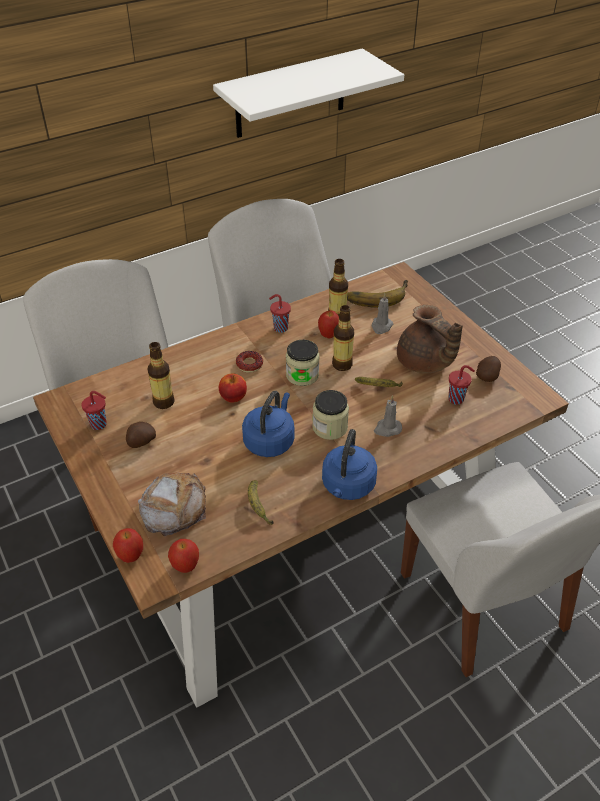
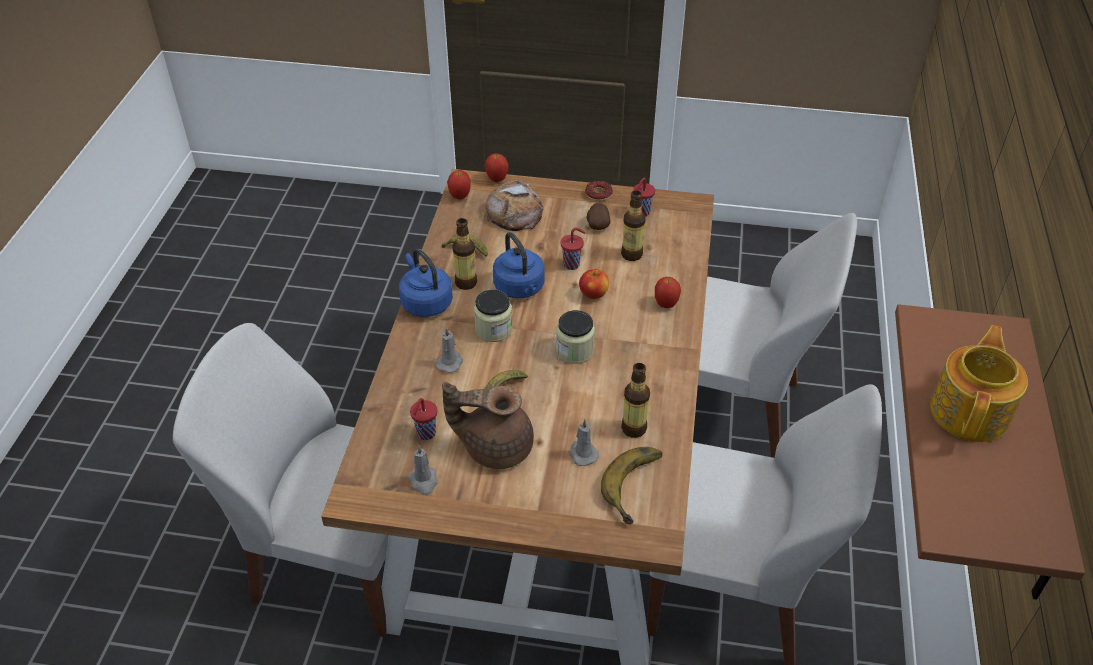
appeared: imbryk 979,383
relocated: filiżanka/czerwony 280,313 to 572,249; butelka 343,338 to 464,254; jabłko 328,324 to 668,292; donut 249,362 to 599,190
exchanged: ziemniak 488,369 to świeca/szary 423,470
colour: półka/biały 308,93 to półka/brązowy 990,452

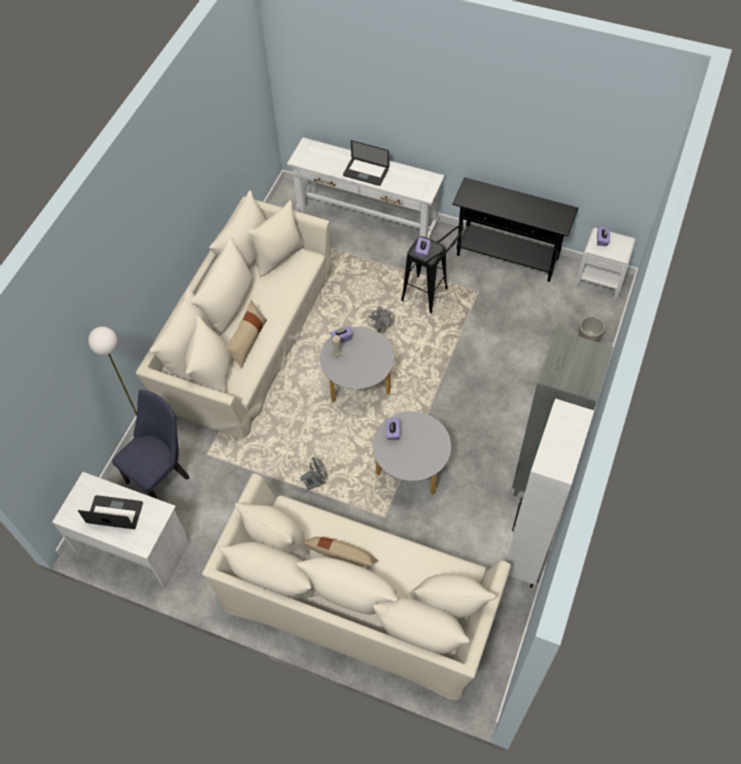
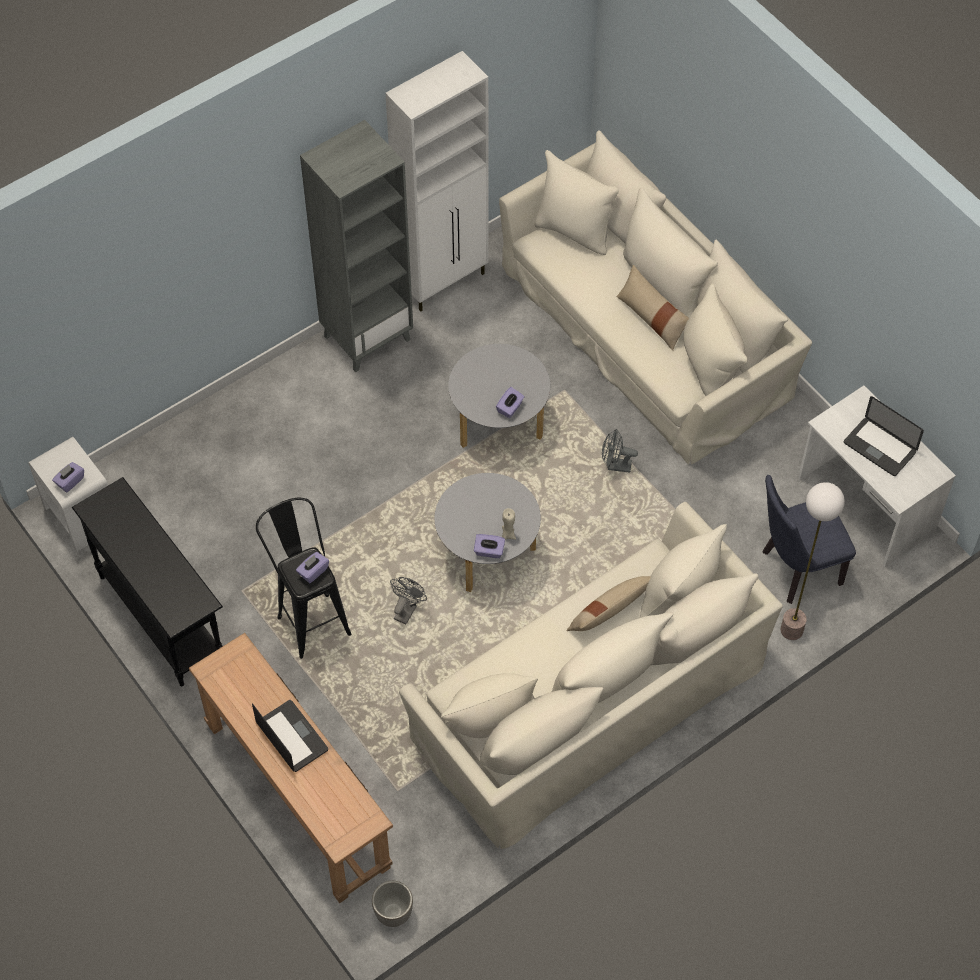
relocated: donica 591,329 to 392,904
colour: stolik konsolowy/biały 366,188 to stolik konsolowy/brązowy 291,768

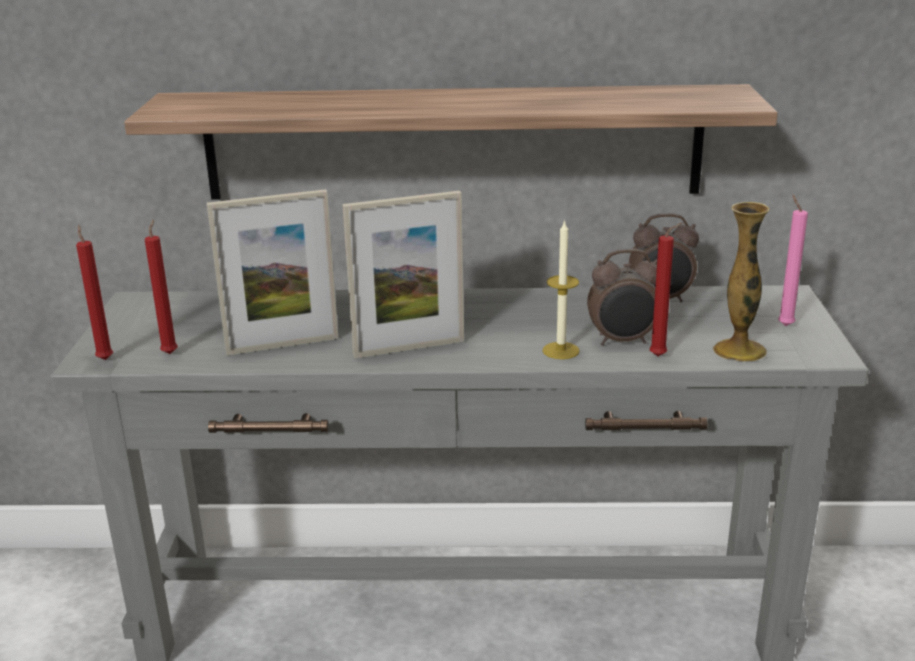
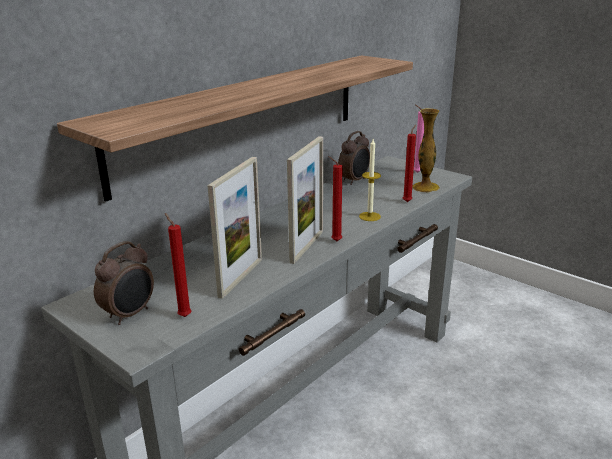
relocated: świeca/czerwony 94,292 to 335,198; budzik 622,297 to 124,283

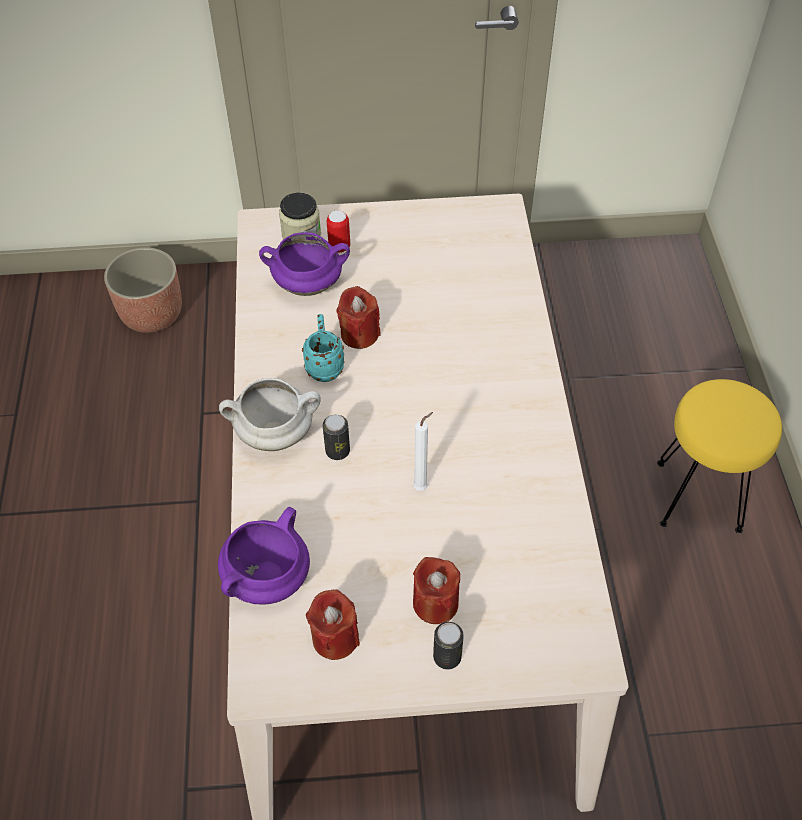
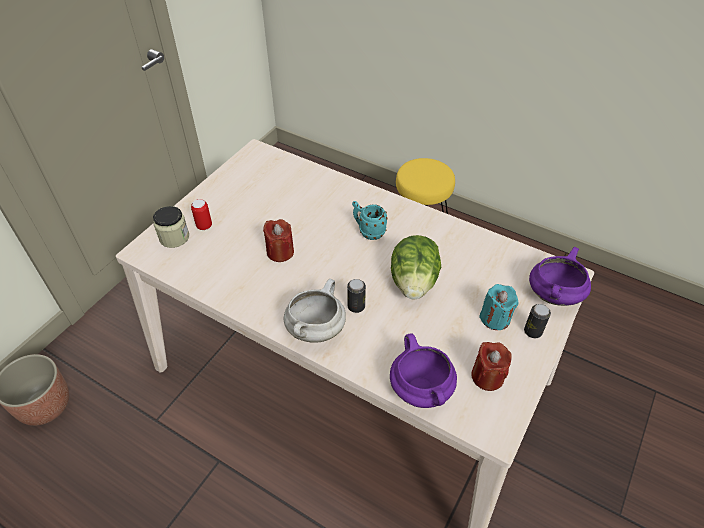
relocated: garnek/fioletowy 304,264 to 560,276; kubek/turkusowy 323,348 to 370,220
exchanged: świeca/biały 423,451 to sałata 416,267
colour: świeca/czerwony 436,590 to świeca/turkusowy 498,307

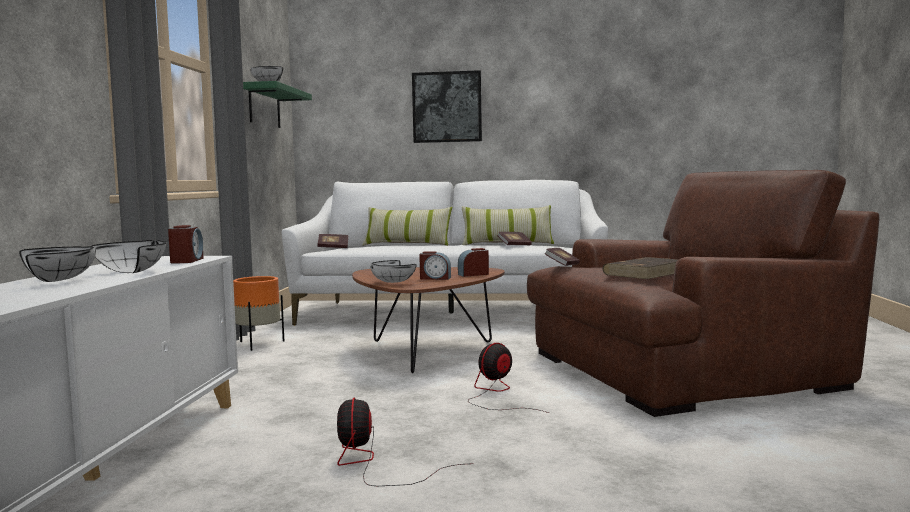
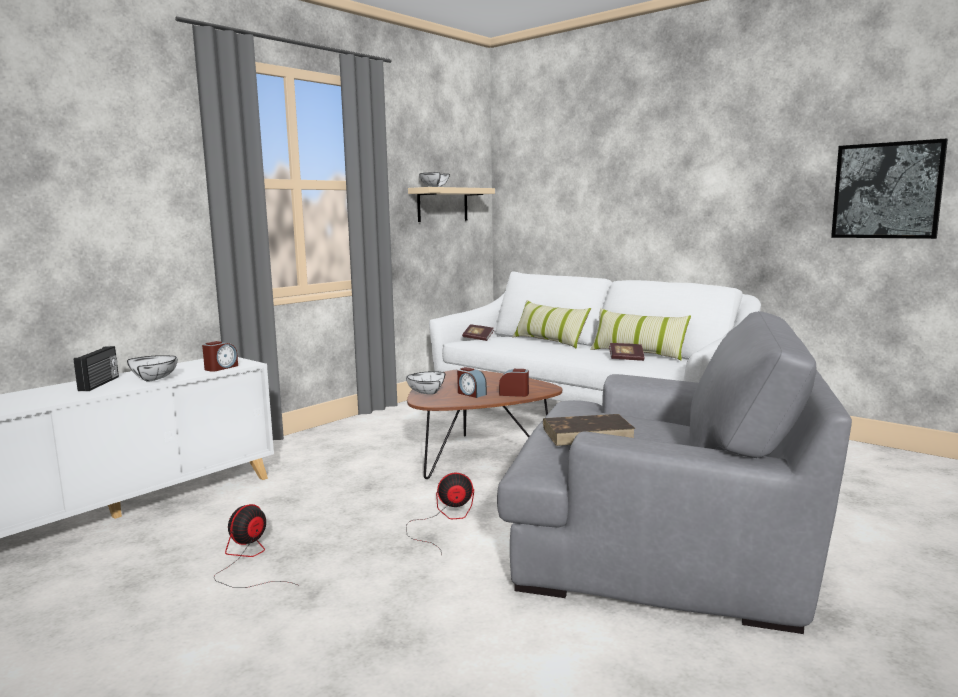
missing: książka 562,257; donica/pomarańczowy 258,313
relocated: obraz 447,106 to 889,188
exchanged: miska/biały 57,264 to radio 96,368
colour: półka/zielony 277,104 to półka/beżowy 451,204; fotel/brązowy 703,293 to fotel/szary 674,472

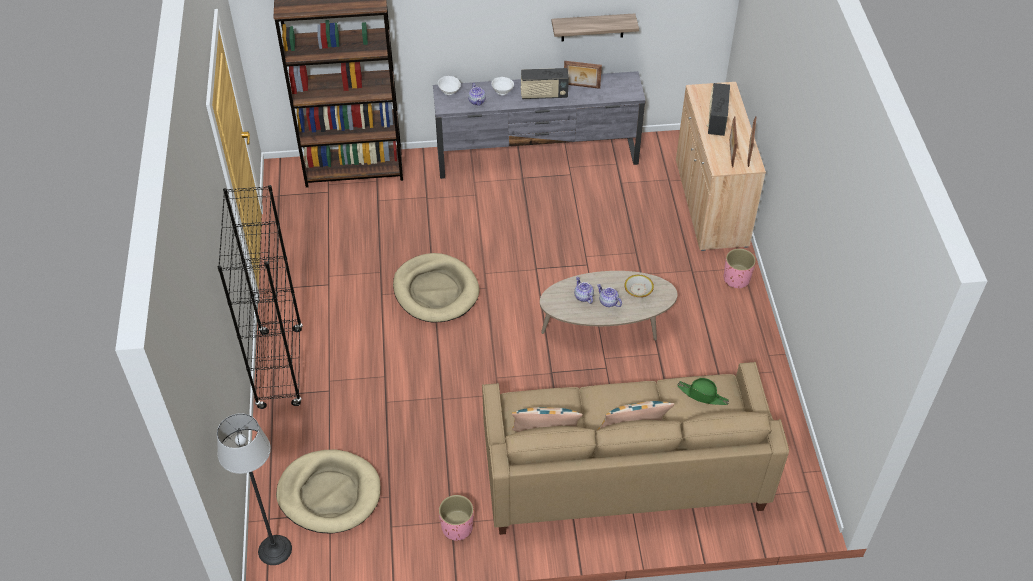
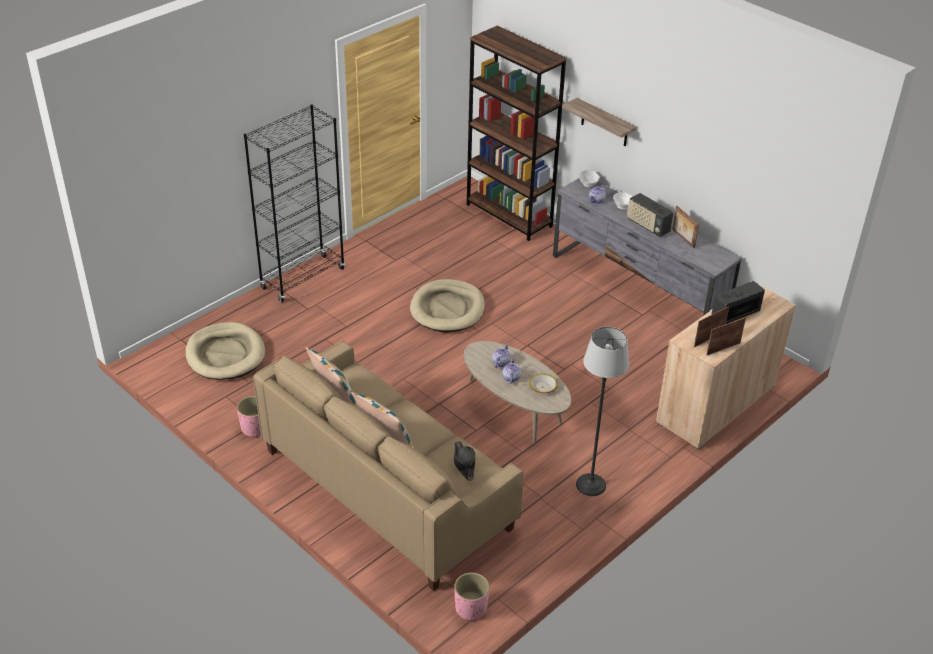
relocated: półka 595,27 to 599,122; donica/różowy 740,268 to 471,597; lampa stojąca 254,489 to 602,411
colour: kapelusz/zielony 703,391 to kapelusz/czarny 464,461

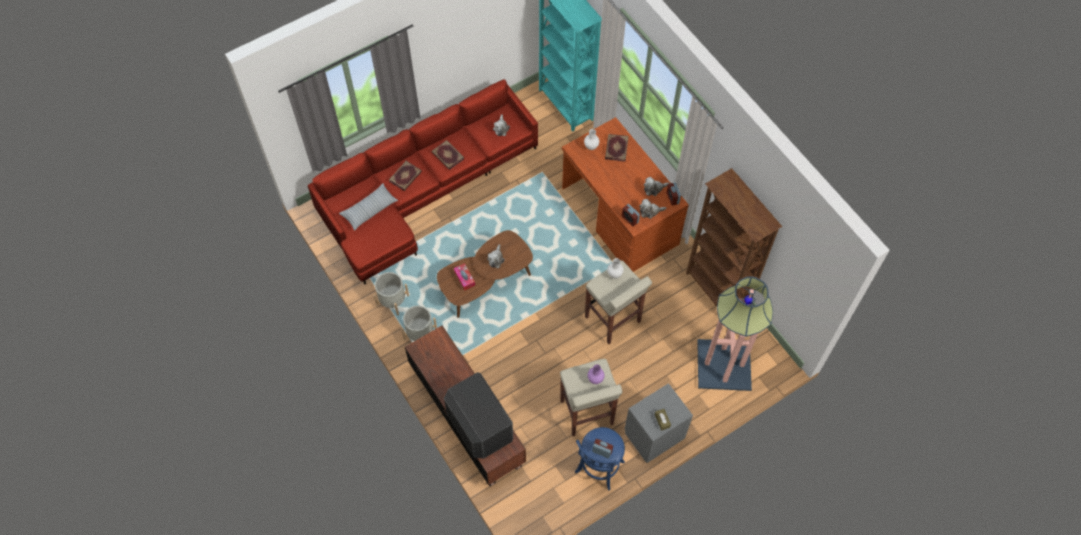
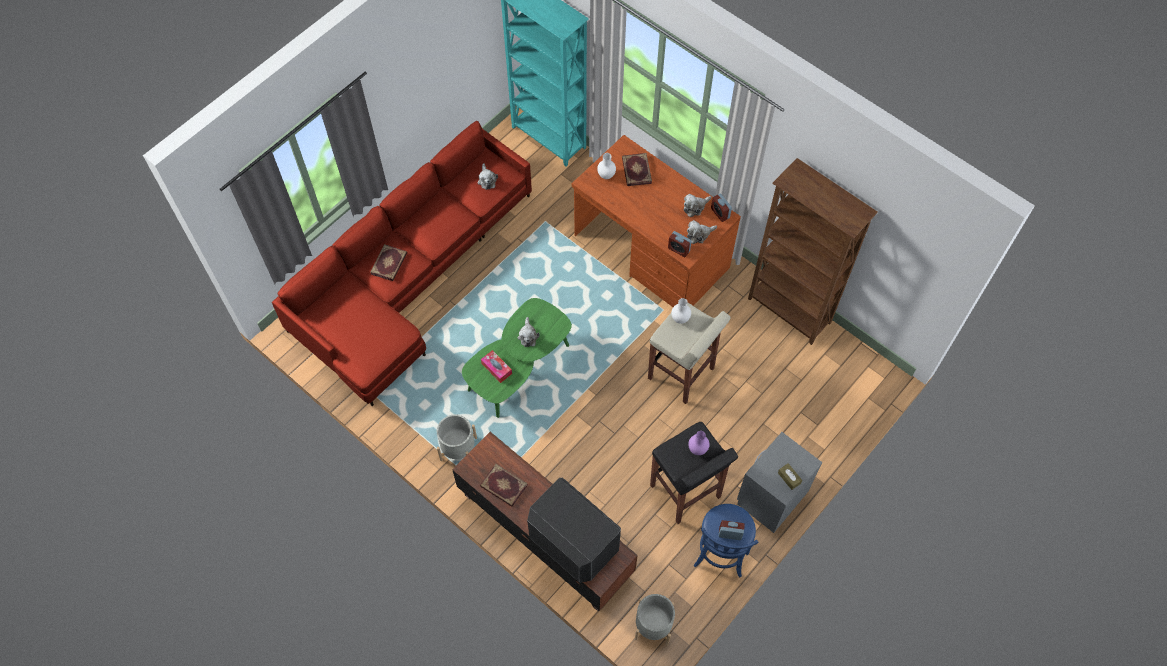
missing: poduszka 368,207; lampa stojąca 735,333
relocated: książka 447,155 to 504,485; donica/szary 391,293 to 655,619
colour: ława/brązowy 485,274 to ława/zielony 517,358; stołek/beżowy 591,397 to stołek/czarny 694,473

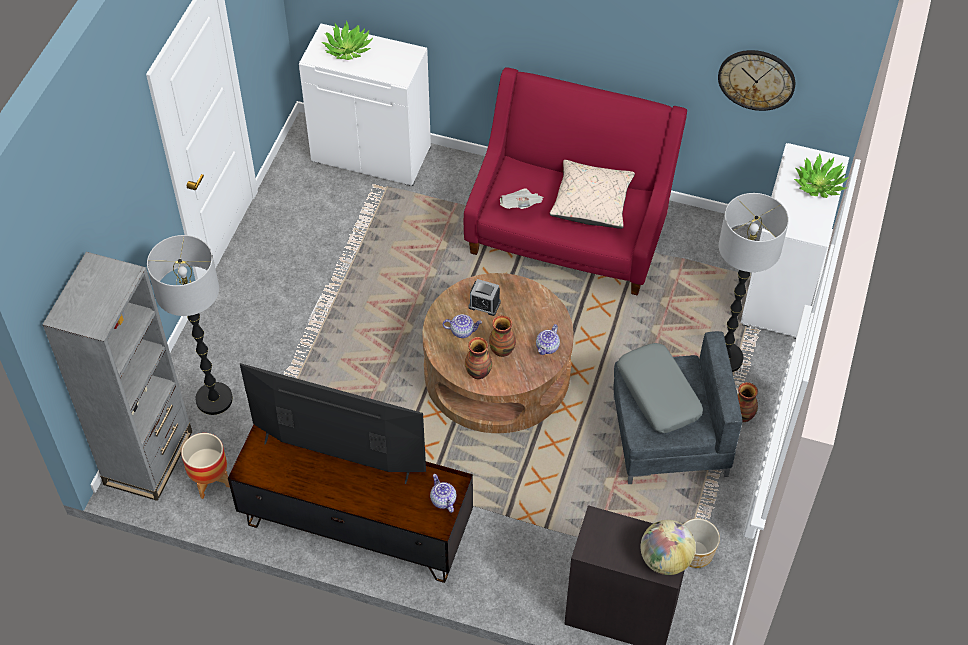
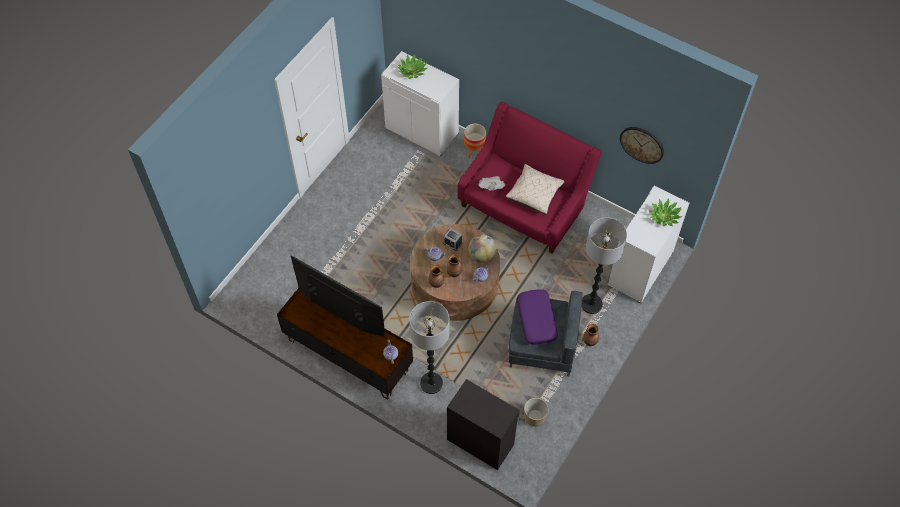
missing: regał/szary 117,376
relocated: lampa stojąca 190,325 to 429,347; donica 205,466 to 475,141; globus 668,547 to 482,249
colour: poduszka/szary 660,388 to poduszka/fioletowy 537,317

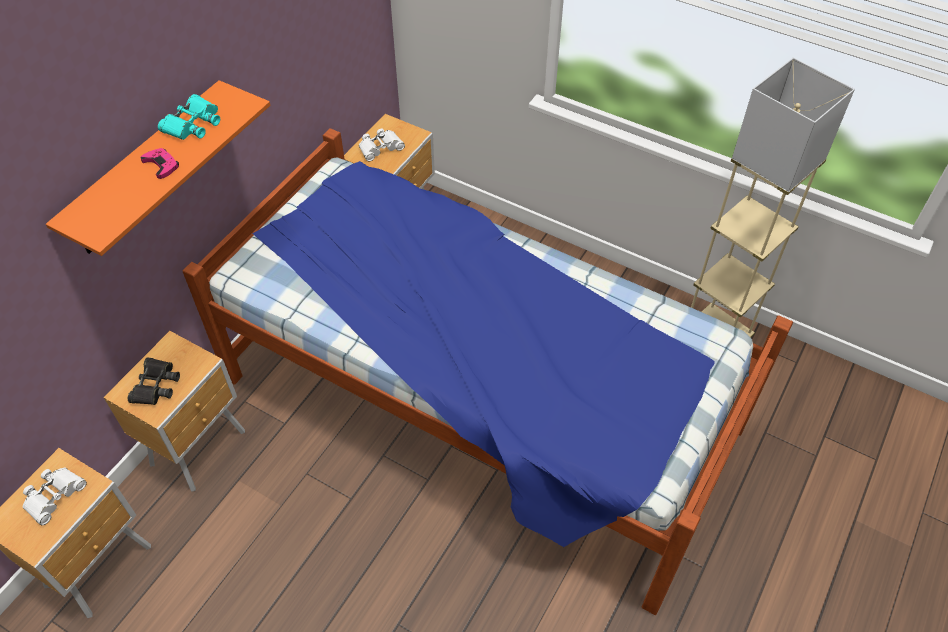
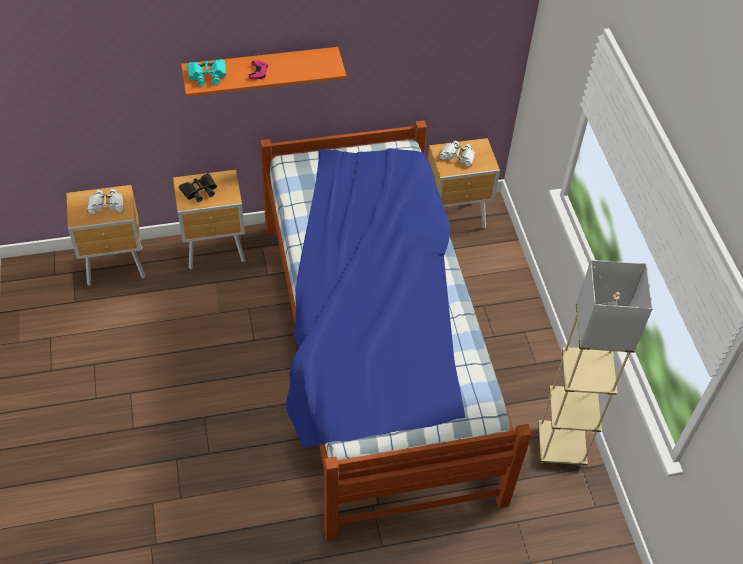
relocated: lornetka/turkusowy 189,117 to 206,72

